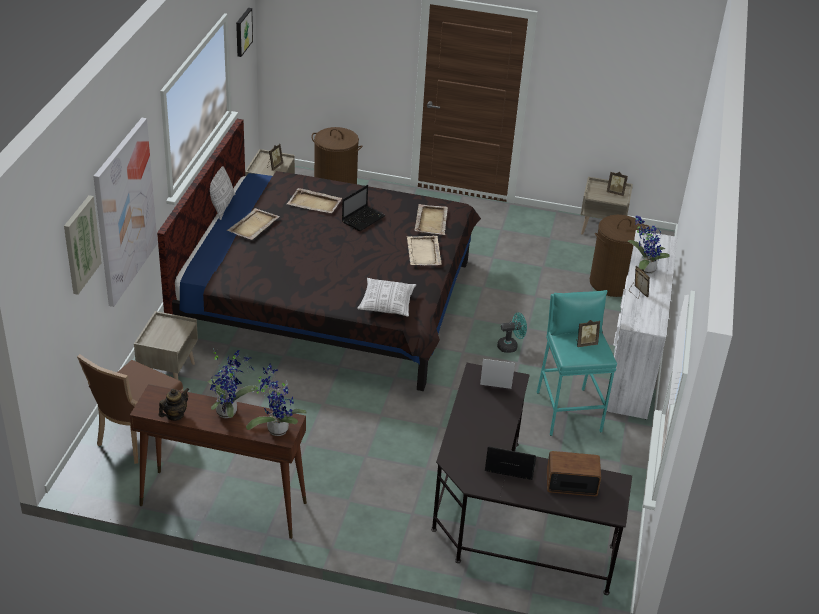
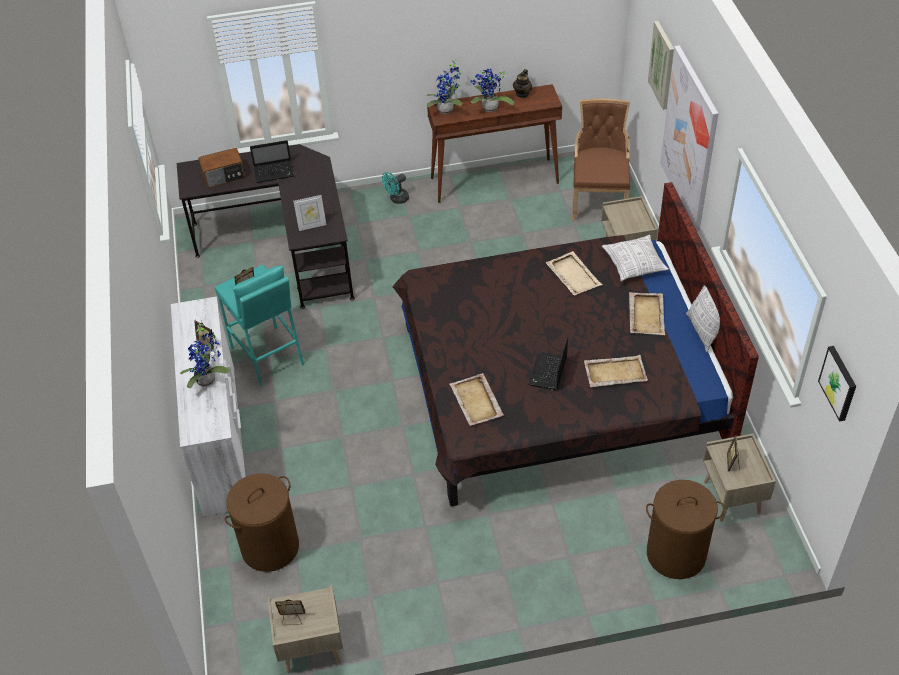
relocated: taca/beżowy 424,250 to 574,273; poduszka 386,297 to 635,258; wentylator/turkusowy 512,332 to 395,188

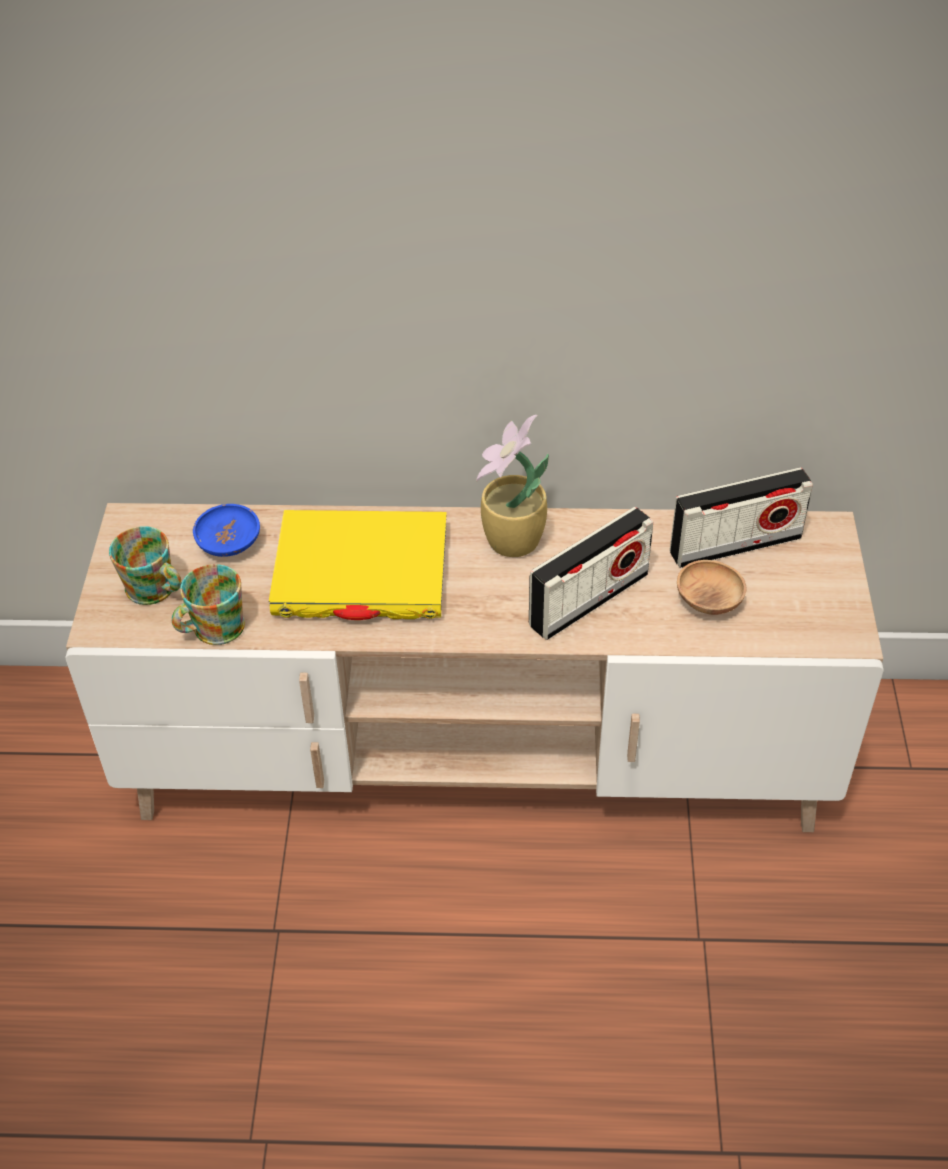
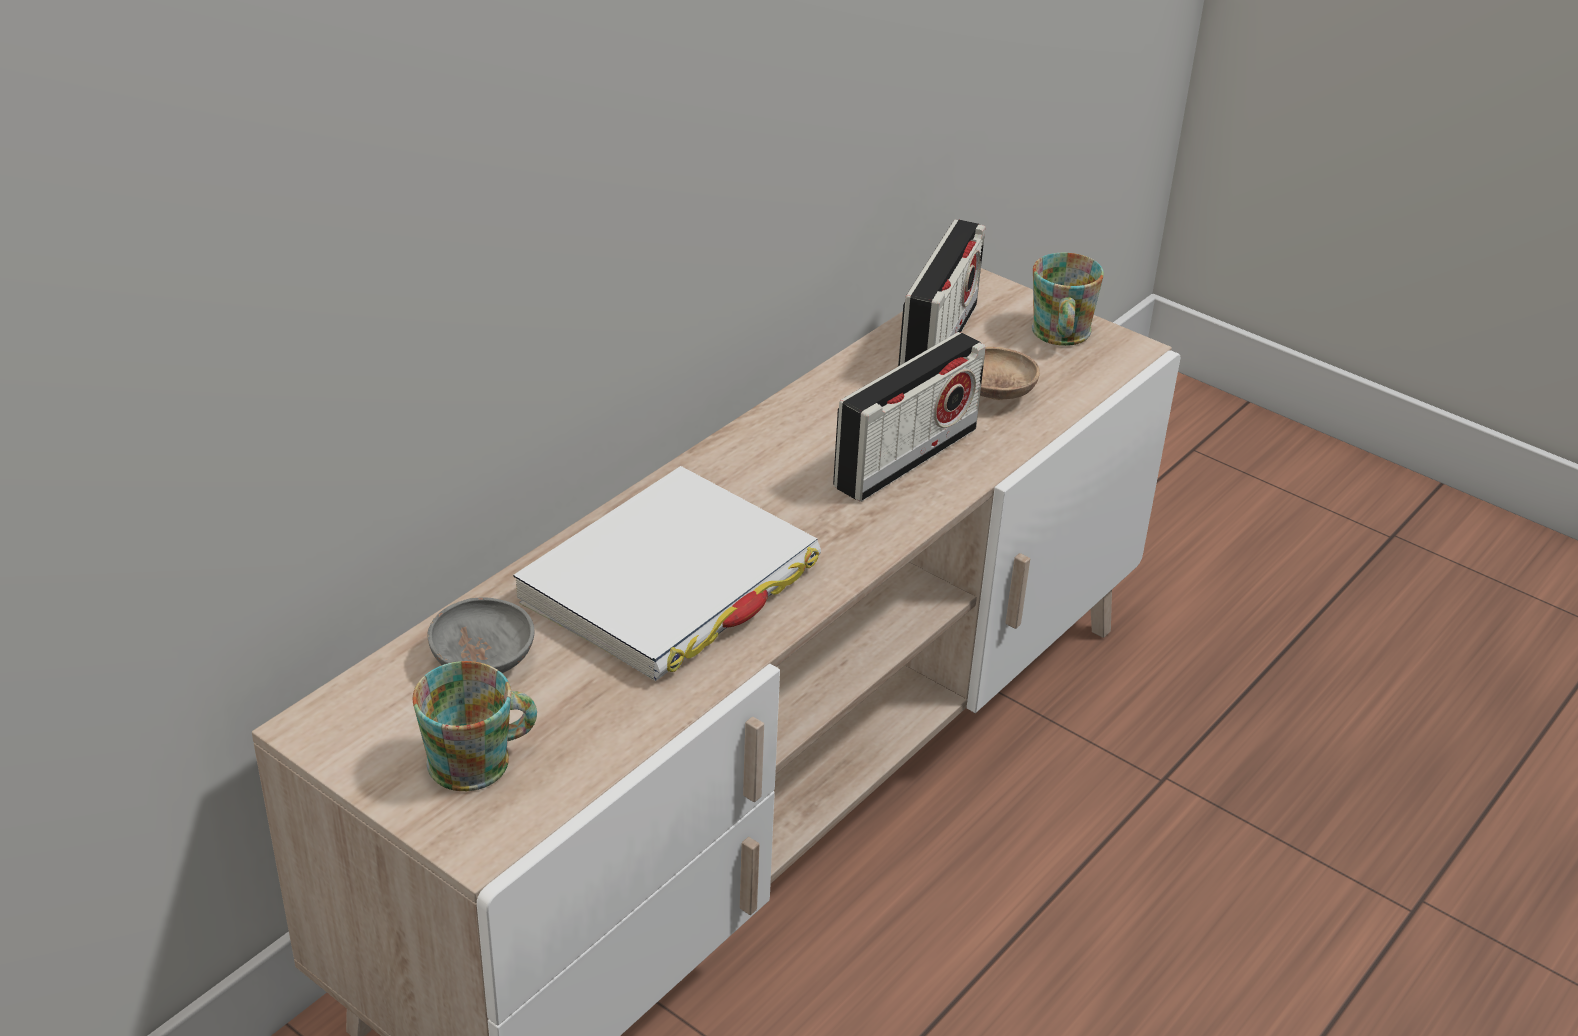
missing: roślina doniczkowa 512,486
relocated: kubek 208,604 to 1068,299
colour: miska/niebieski 226,530 to miska/szary 481,635; książka/żółty 358,565 to książka/biały 667,573
spun: radio 591,573 = 909,417 45 degrees clockwise

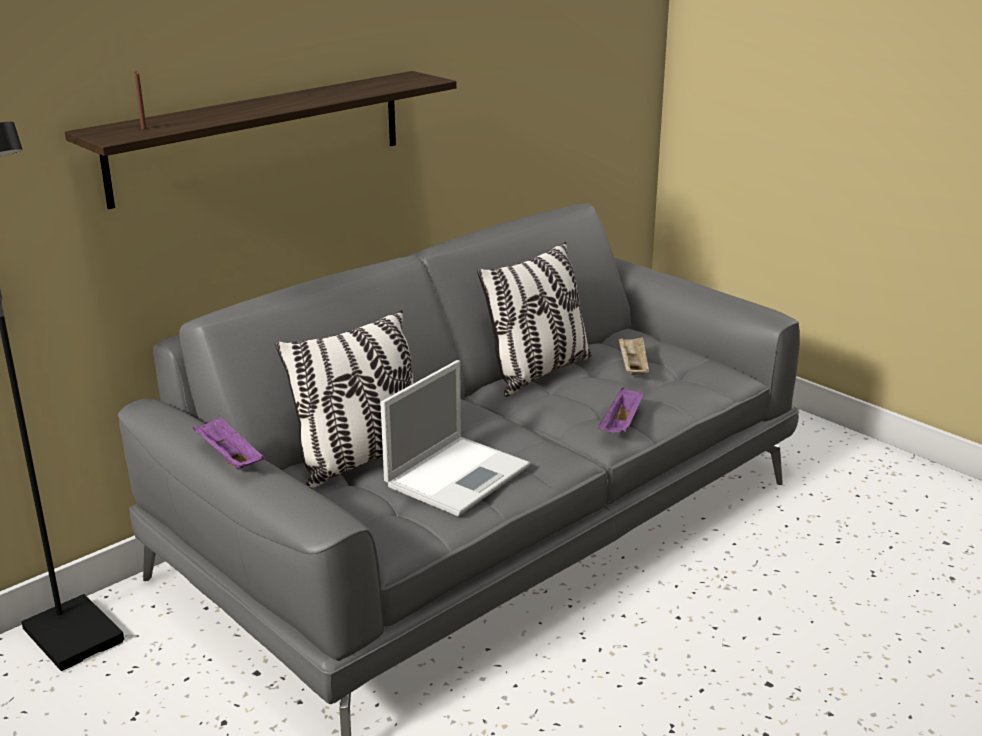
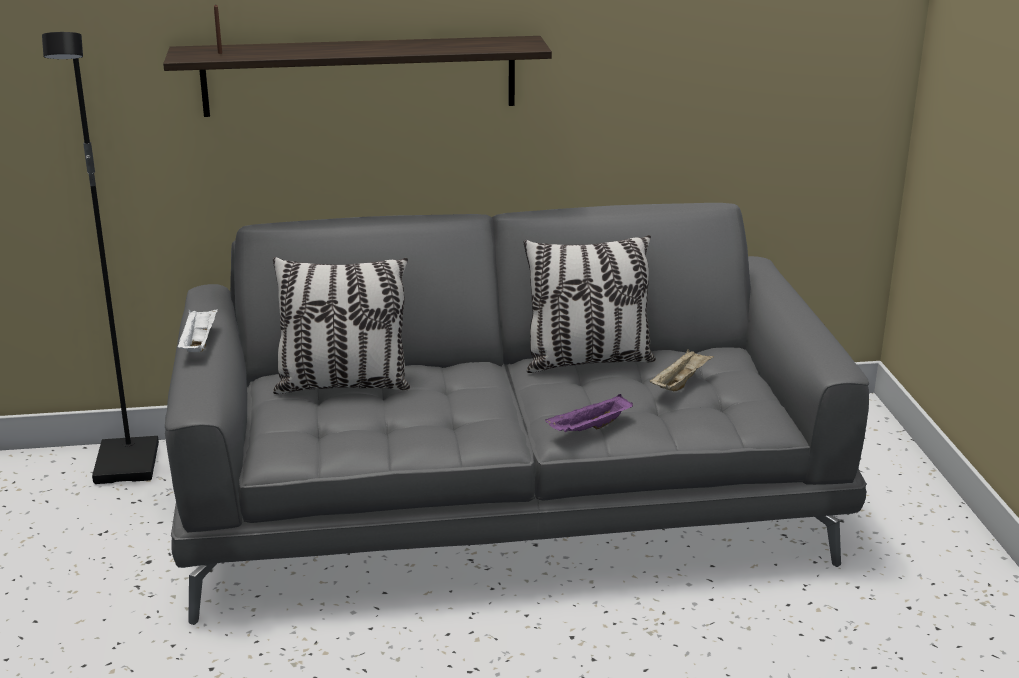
missing: laptop 455,438
colour: taca/fioletowy 228,442 to taca/biały 197,330

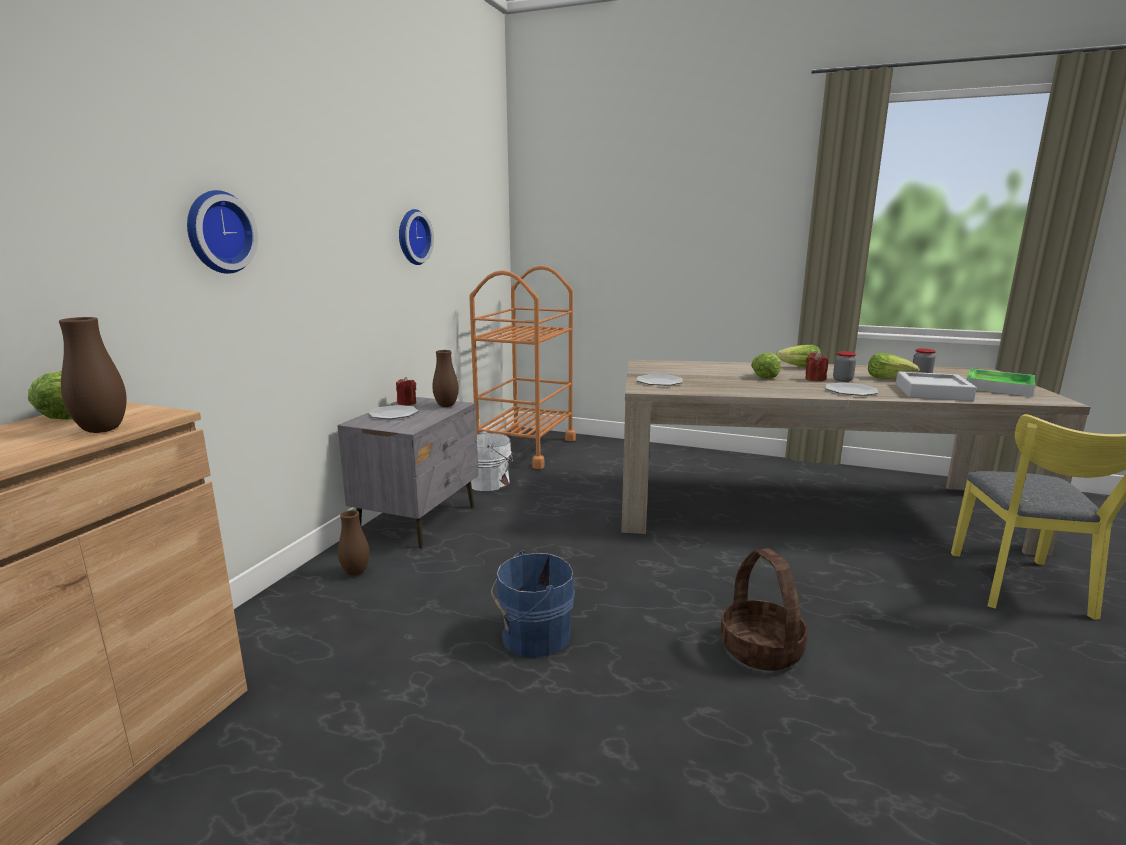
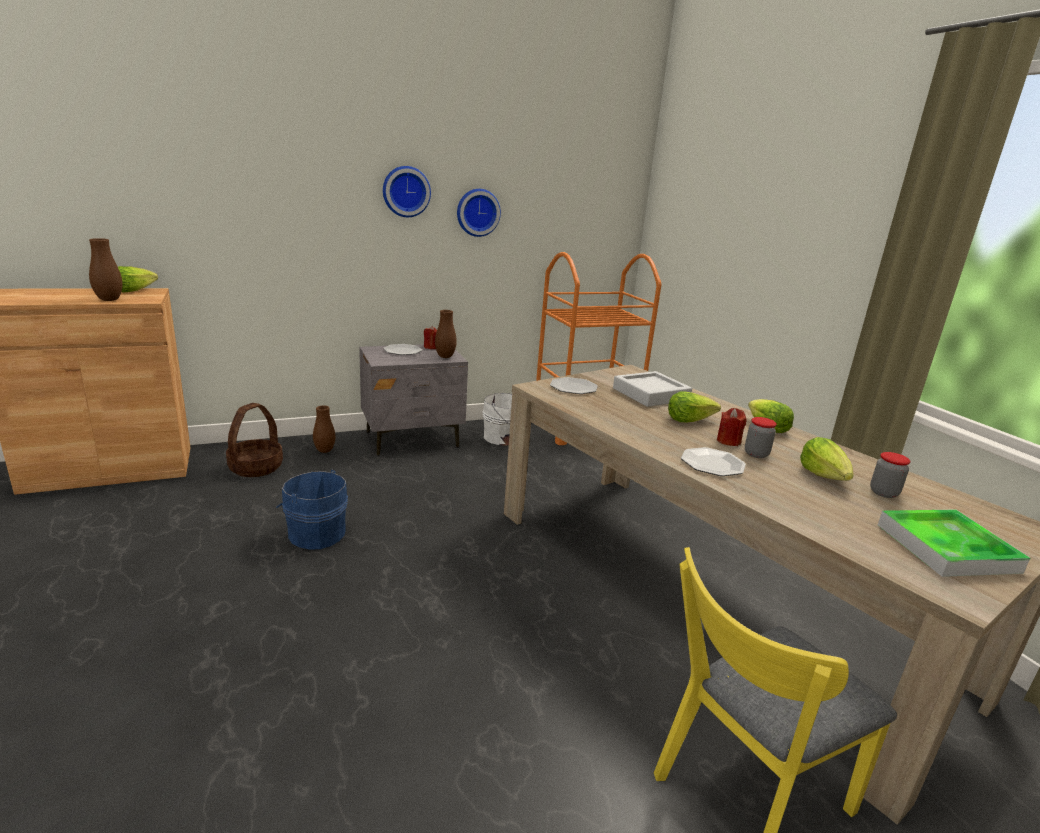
relocated: zegar ścienny 222,232 to 407,191; taca/szary 936,386 to 652,389; koszyk 764,609 to 254,440

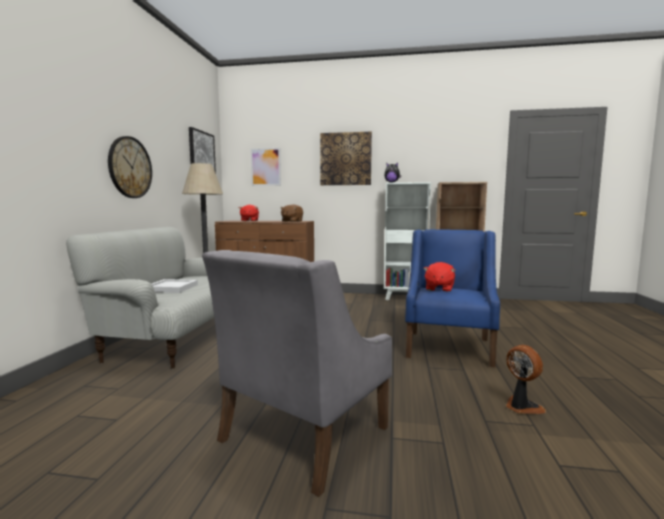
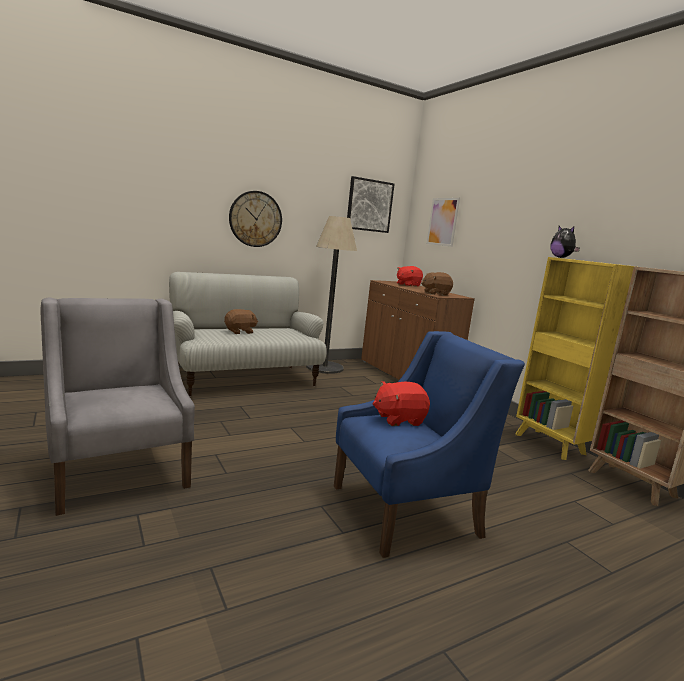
missing: obraz 346,158; wentylator 526,379
exchanged: taca/biały 175,286 to pluszak/brązowy 241,321
colour: regał/biały 407,241 to regał/żółty 575,358
spun: fotel/szary 297,373 = 117,407 60 degrees clockwise

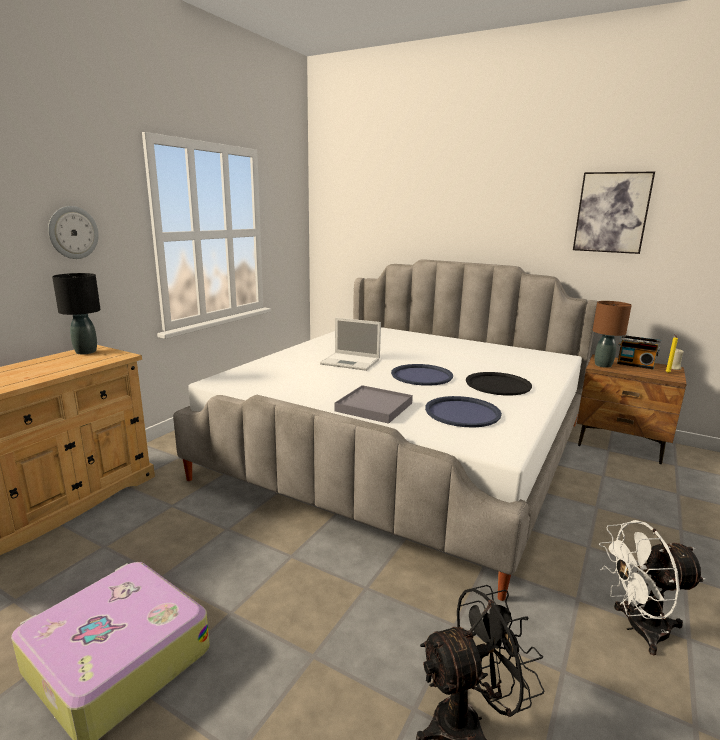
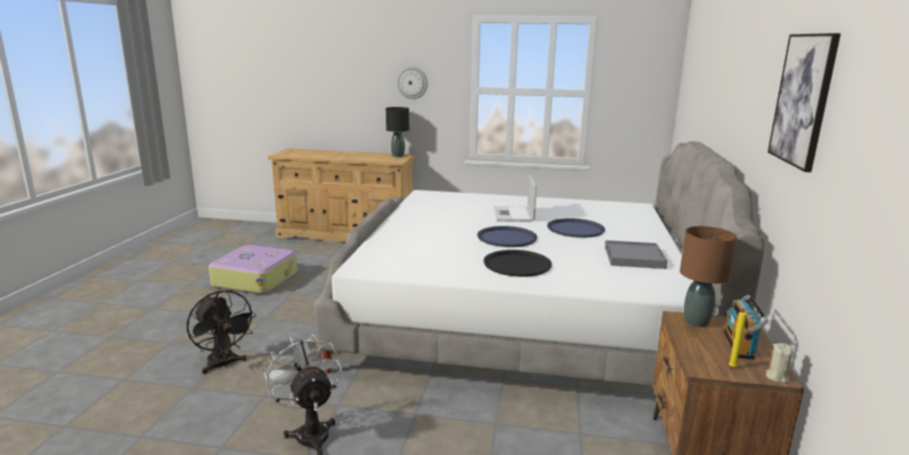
relocated: taca/szary 373,404 to 636,254; taca/niebieski 463,411 to 576,228

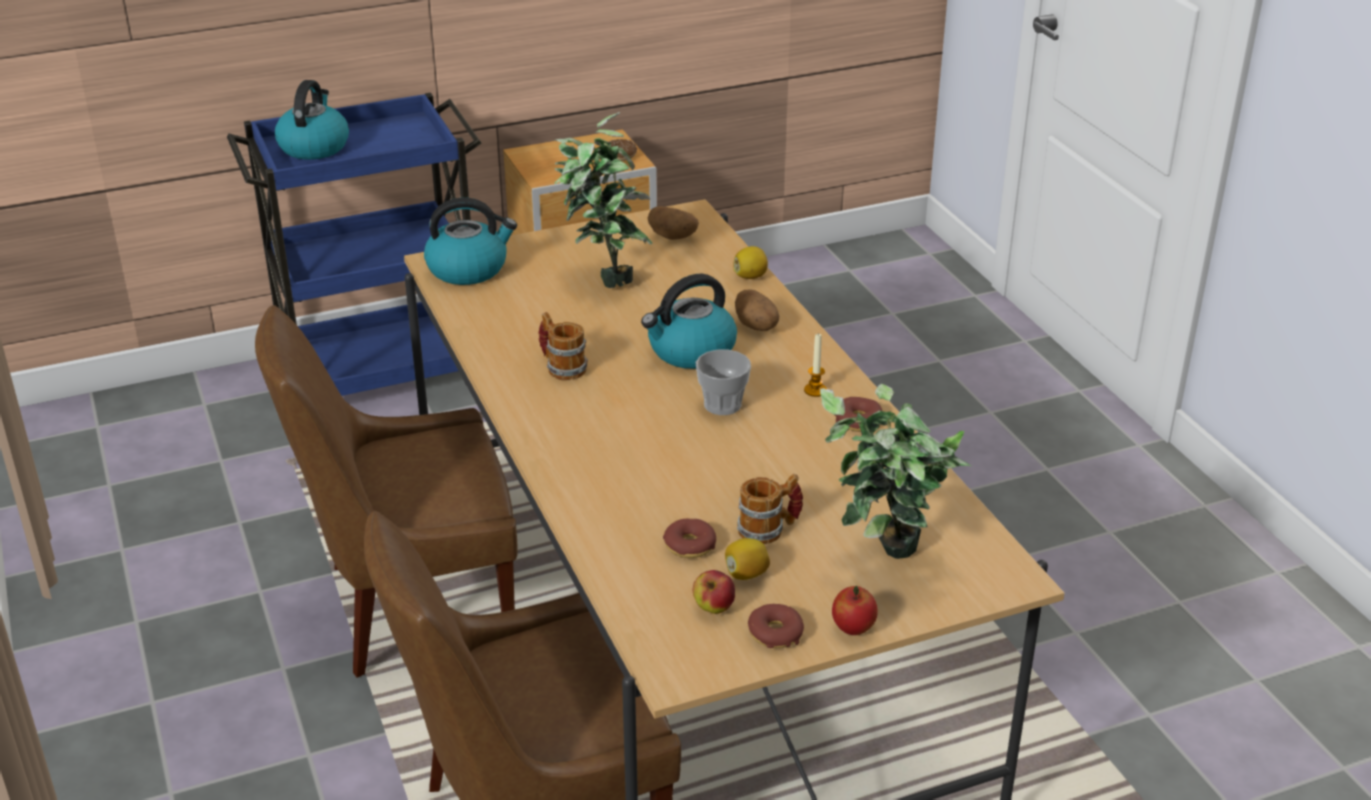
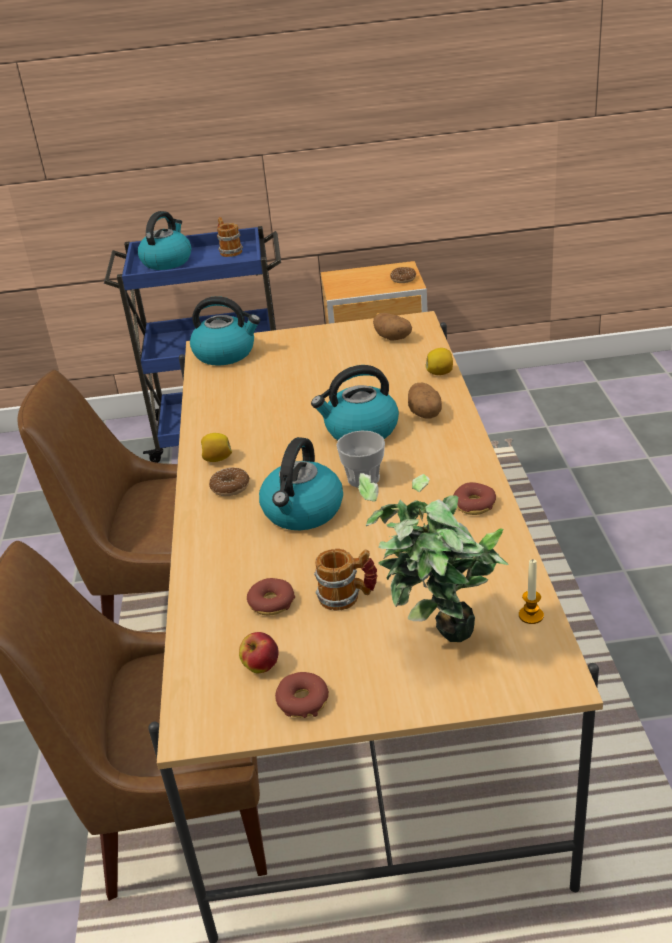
missing: roślina doniczkowa 603,200; jabłko 855,610
appeared: czajnik 301,483; donut 229,481
relocated: kubek 563,346 to 230,237; świeca 815,365 to 531,591; cytryna 747,559 to 216,447

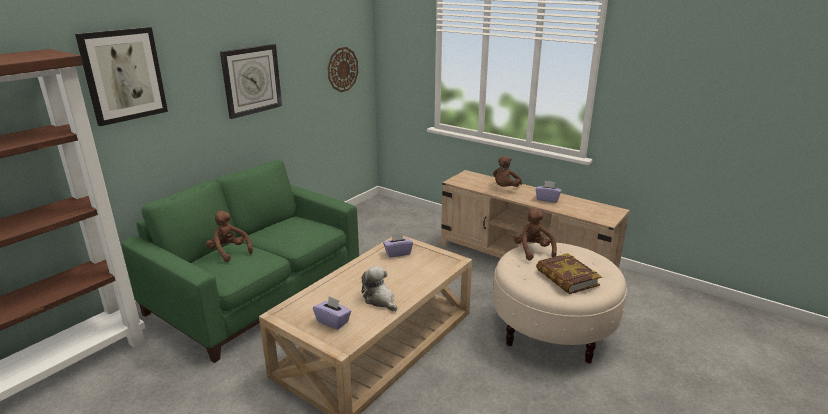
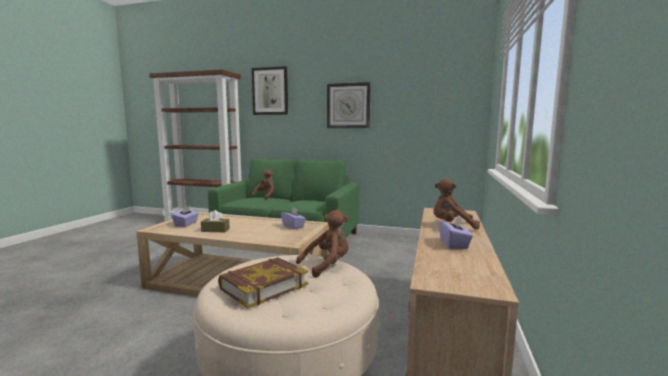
missing: zegar ścienny 343,69
exchanged: pluszak 379,288 to pudełko chusteczek/brązowy 215,221

